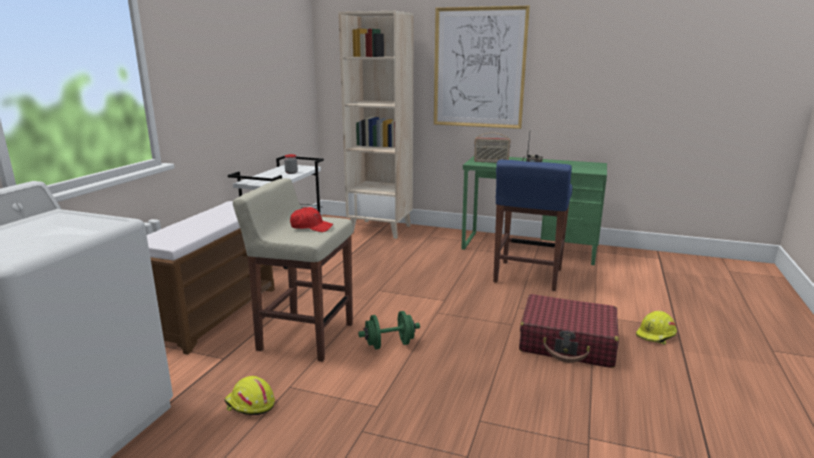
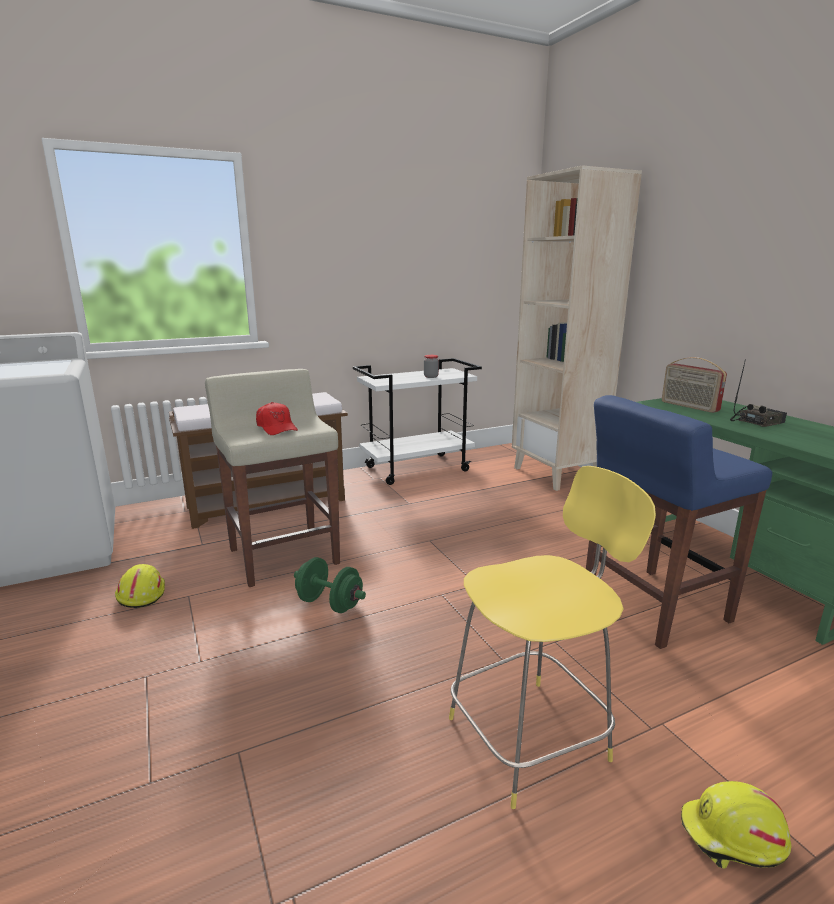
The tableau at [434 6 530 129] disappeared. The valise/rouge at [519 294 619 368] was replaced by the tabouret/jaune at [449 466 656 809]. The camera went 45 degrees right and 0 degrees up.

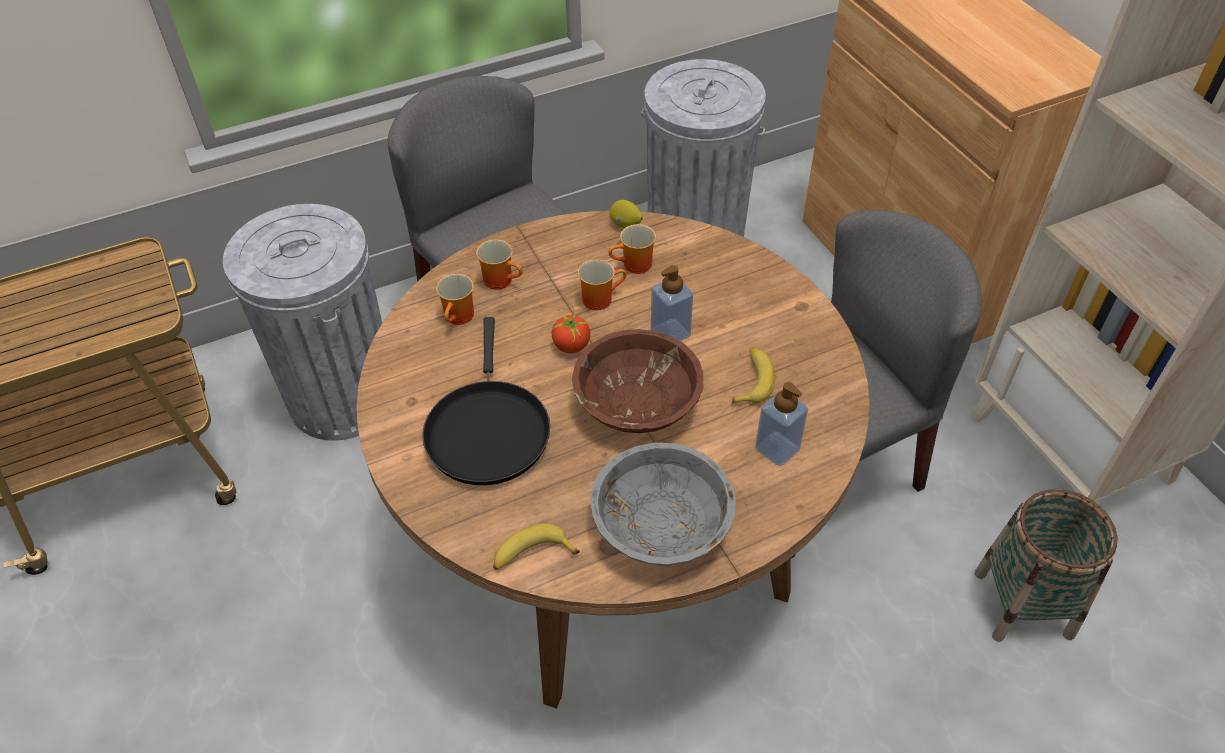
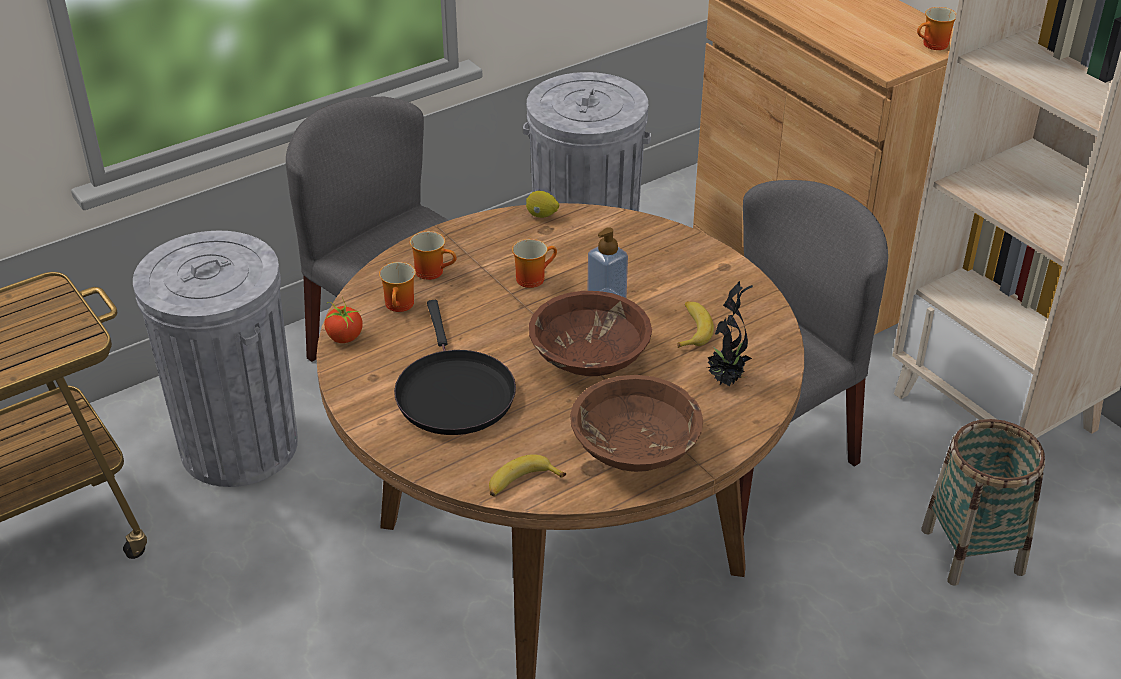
The tomate moved from [551 305 590 353] to [324 297 363 343]. The bol/gris at [590 443 736 566] became the bol/marron at [570 375 703 472]. The mug moved from [609 224 656 274] to [917 7 957 50]. The distributeur de savon at [755 382 808 466] was replaced by the plante en pot at [707 281 753 386]. The camera went 10 degrees left and 10 degrees down.

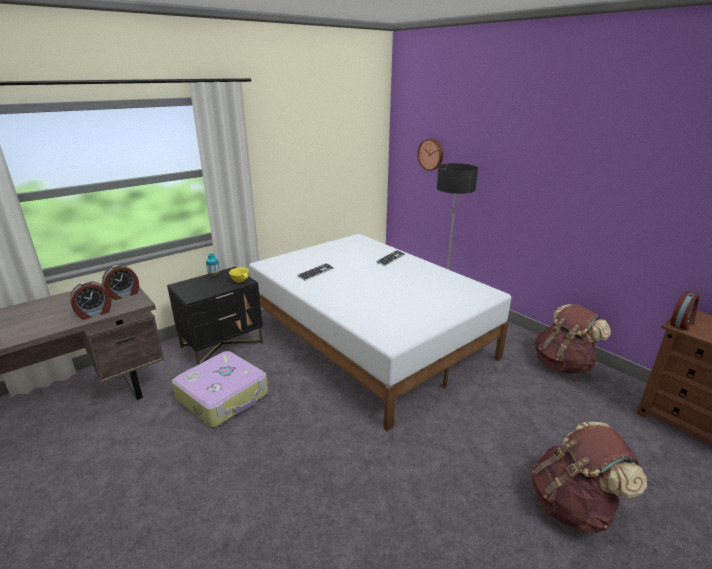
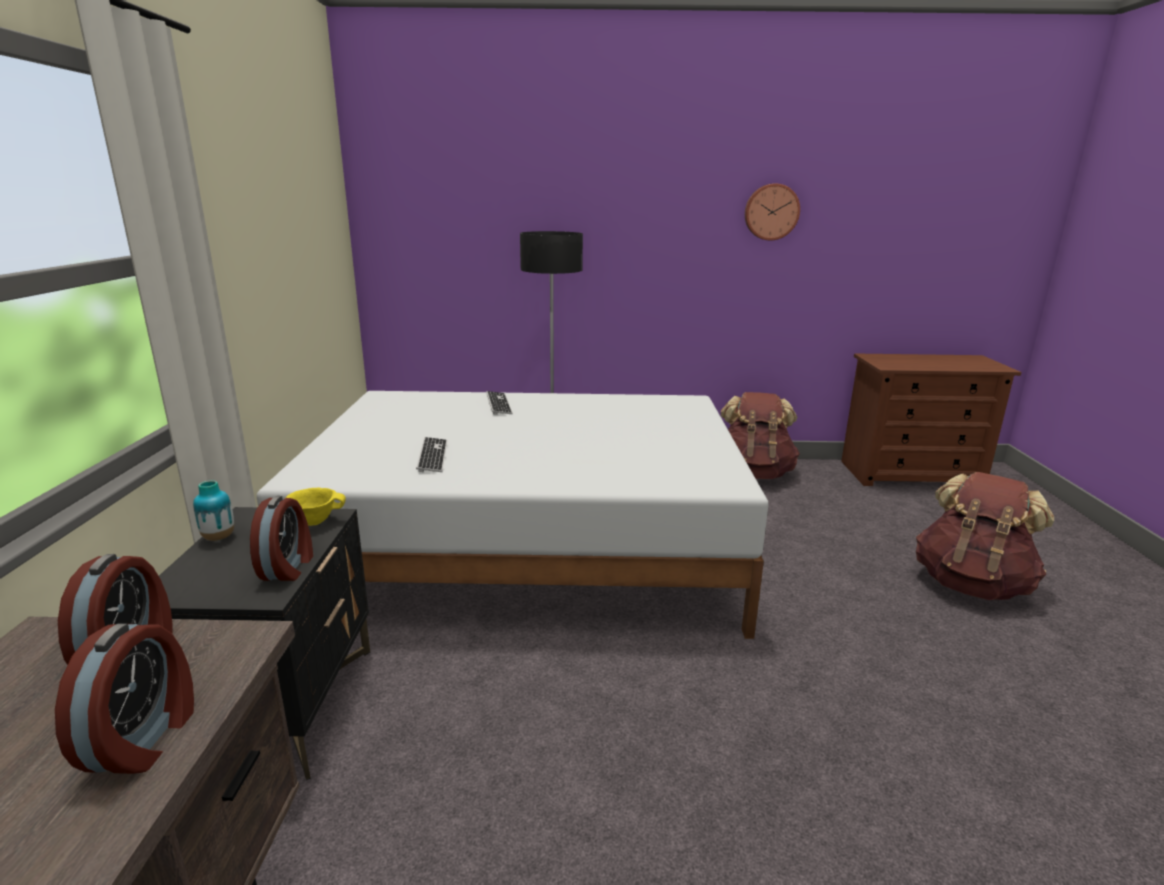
The valise at [172 351 268 427] disappeared. The horloge murale moved from [417 138 443 171] to [745 184 800 240]. The réveil moved from [670 291 699 330] to [250 496 313 581]. The camera went 50 degrees left and 5 degrees down.

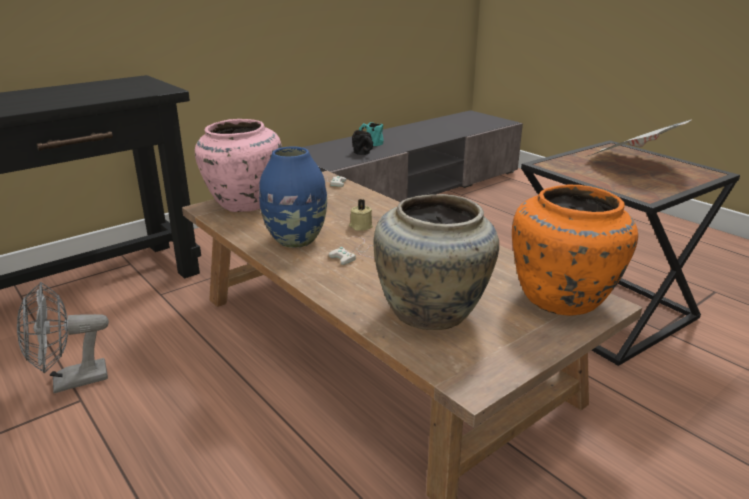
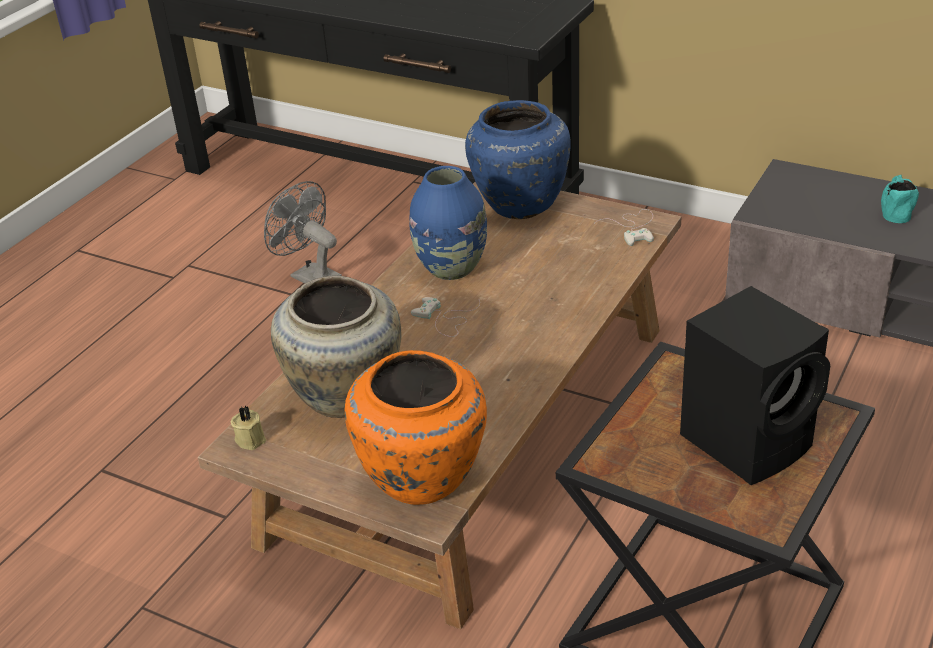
The vase/rose at [195 119 282 212] became the vase/bleu at [465 100 571 219]. The bougie/beige moved from [349 199 373 231] to [231 406 266 450]. The mug/noir at [352 130 373 155] disappeared. The journal at [586 120 691 157] was replaced by the enceinte/noir at [680 286 830 485]. The camera went 70 degrees right and 10 degrees up.

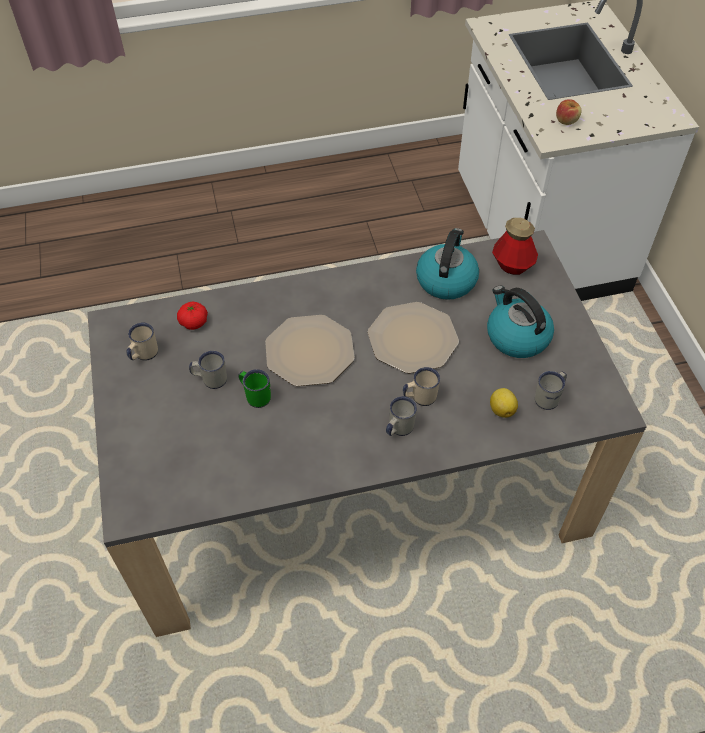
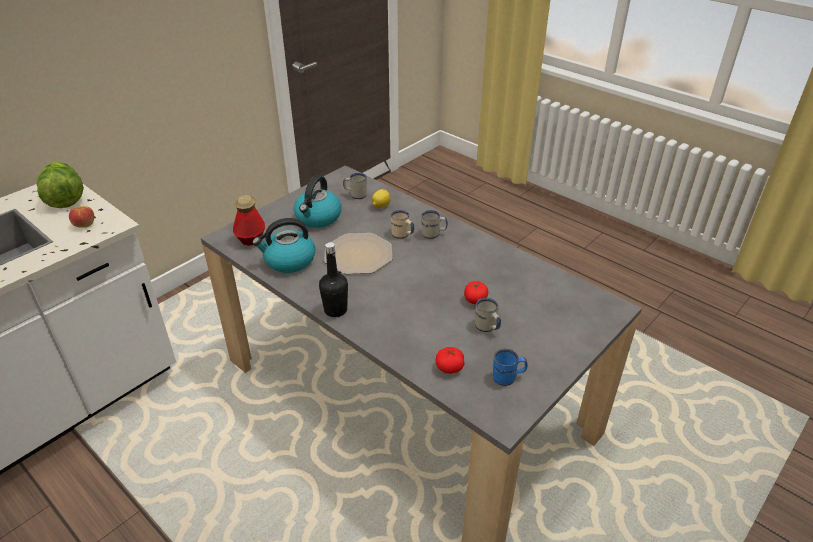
The mug/beige at [126 323 158 360] became the mug/bleu at [493 348 528 386]. The mug/vert at [238 369 271 408] was replaced by the tomate at [464 281 488 304]. The assiette at [265 315 355 386] disappeared. The laitue at [37 162 84 208] appeared. The bouteille/noir at [319 242 348 317] appeared. The camera went 125 degrees left and 15 degrees down.

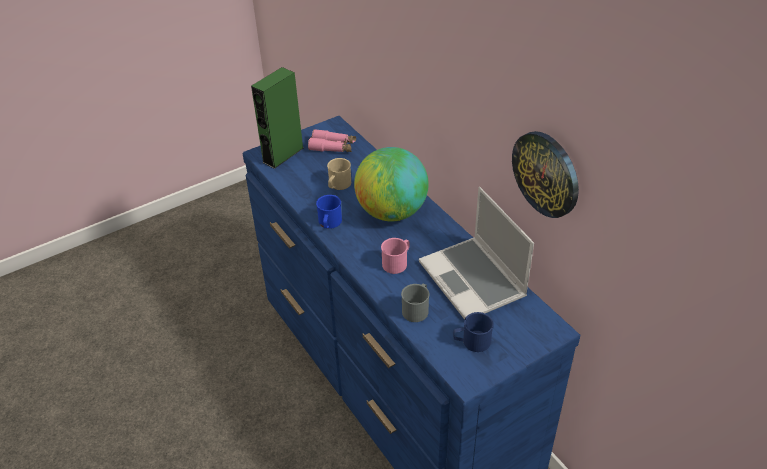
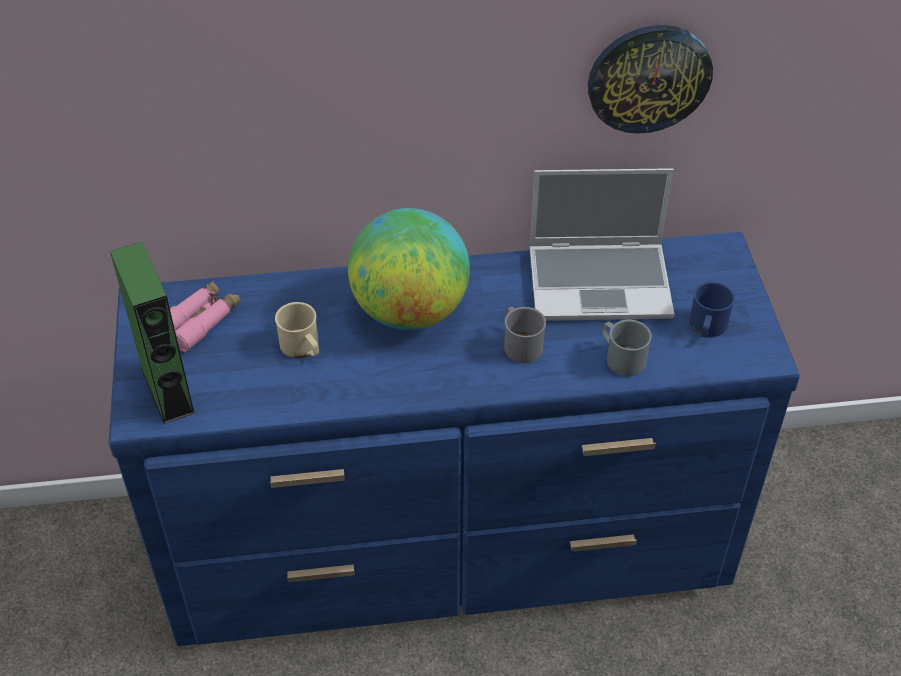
The mug/bleu at [316 195 342 229] disappeared. The mug/rose at [381 238 410 274] became the mug/gris at [504 307 546 363]. The camera went 65 degrees left and 5 degrees up.

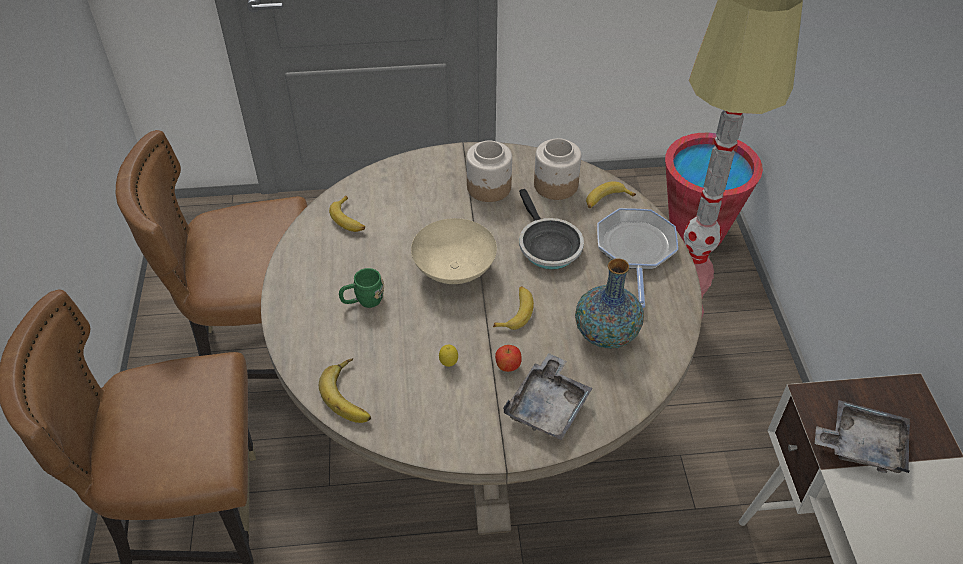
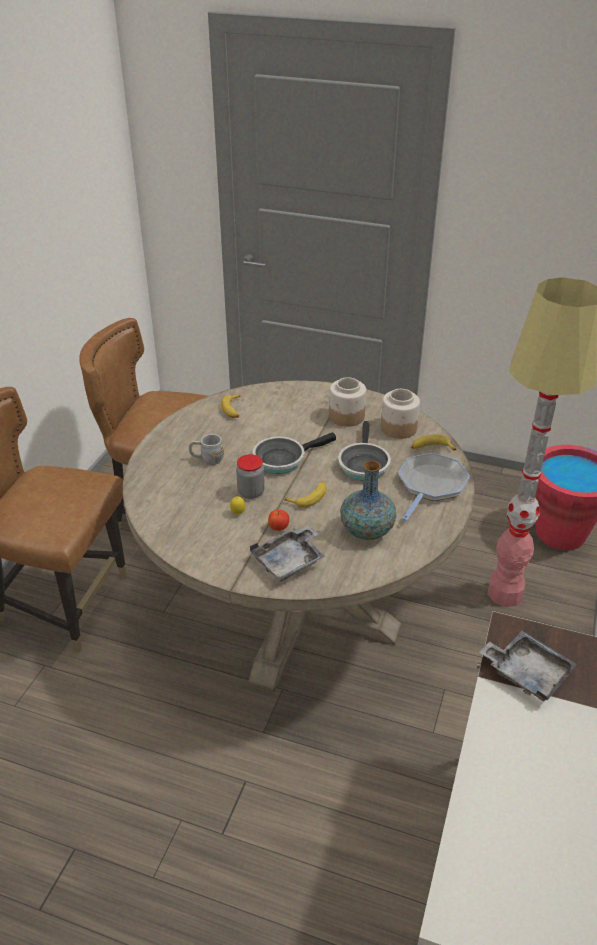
The banane at [319 358 371 423] disappeared. The mug/vert at [339 268 384 308] became the mug/gris at [189 434 224 465]. The bol/beige at [411 218 497 284] was replaced by the poêle at [253 432 336 474]. The bocal at [236 454 265 499] appeared. The camera went 25 degrees right and 10 degrees down.

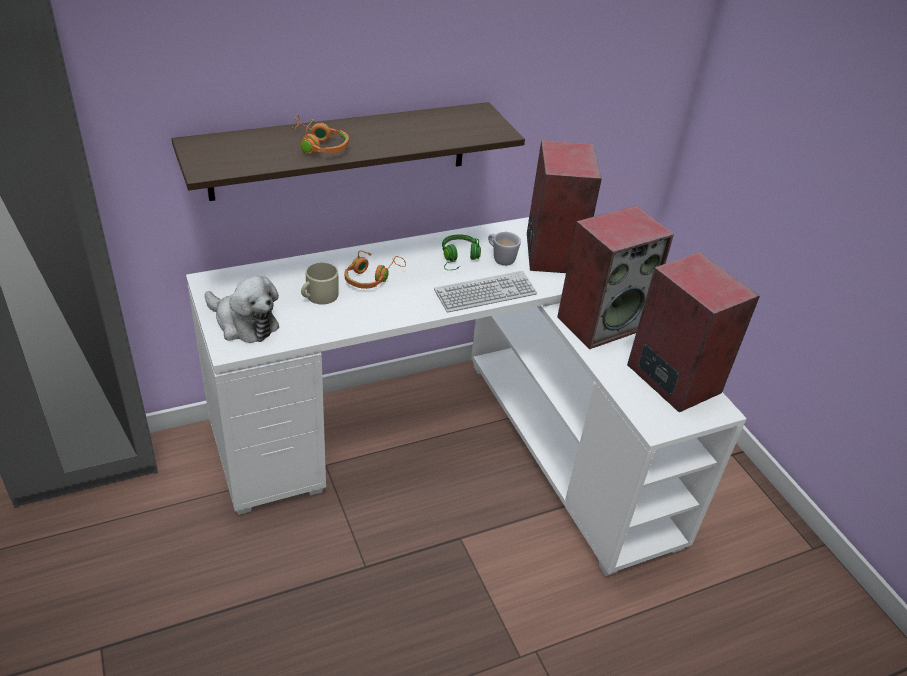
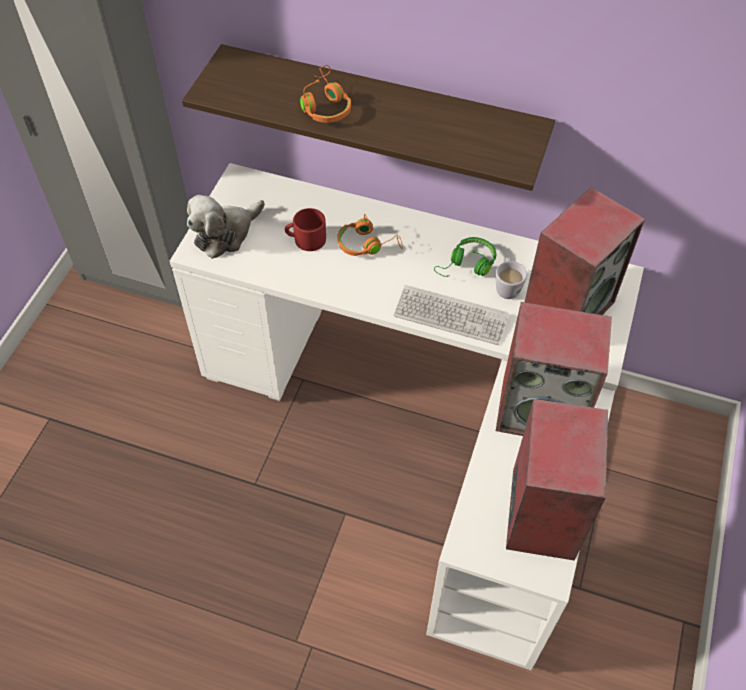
The peluche at [205 276 279 343] turned 60 degrees clockwise. The mug/beige at [301 263 339 305] became the mug/rouge at [285 208 326 251]. The camera went 45 degrees right and 15 degrees up.

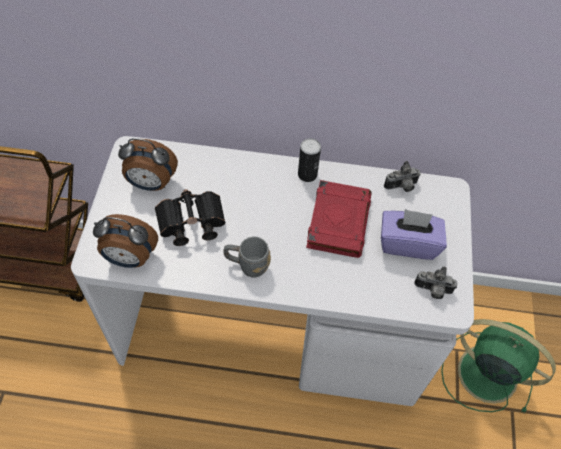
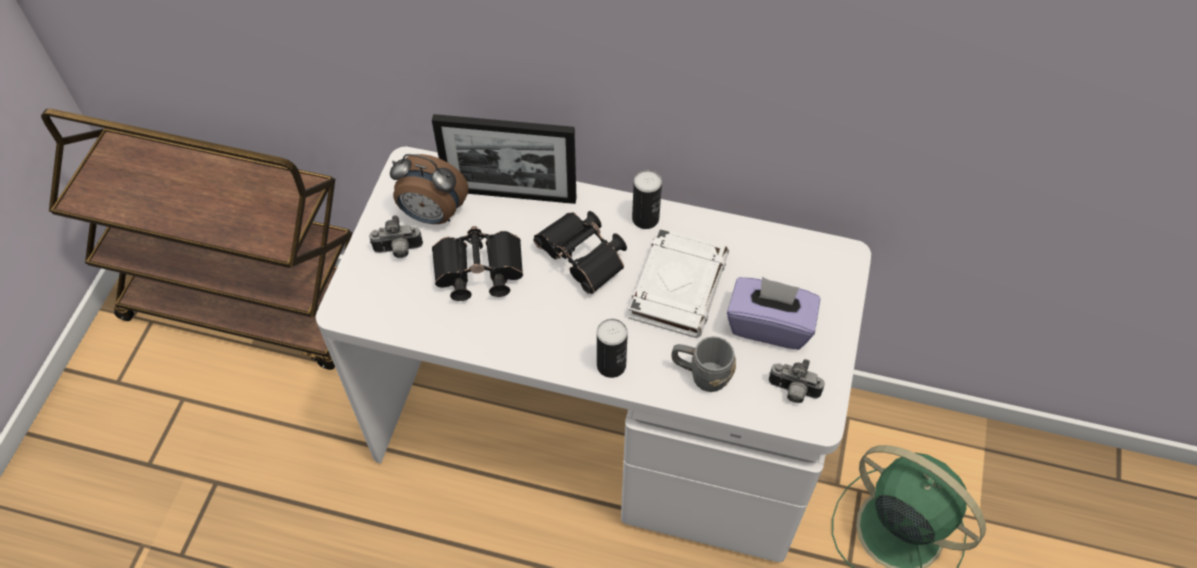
The réveil at [93 214 158 268] disappeared. The mug/gris moved from [223 236 271 278] to [671 336 736 392]. The livre/rouge at [306 180 372 258] became the livre/blanc at [628 228 729 338]. The appareil photo moved from [384 161 421 192] to [369 215 423 258]. The cadre photo at [432 114 576 204] appeared. The jumelles/noir at [533 211 627 294] appeared. The boîte métallique at [597 319 628 378] appeared. The camera went 10 degrees right and 0 degrees up.

